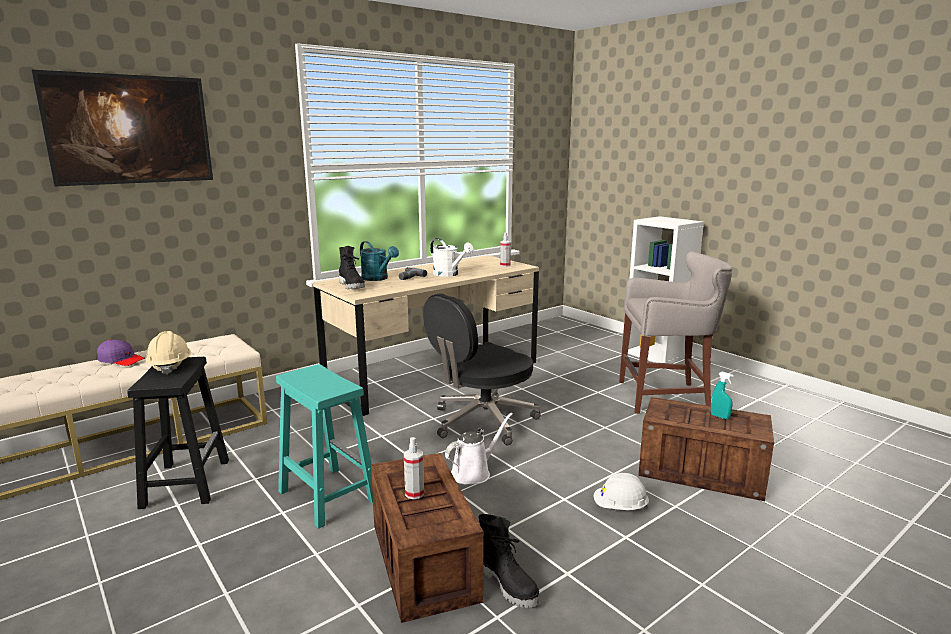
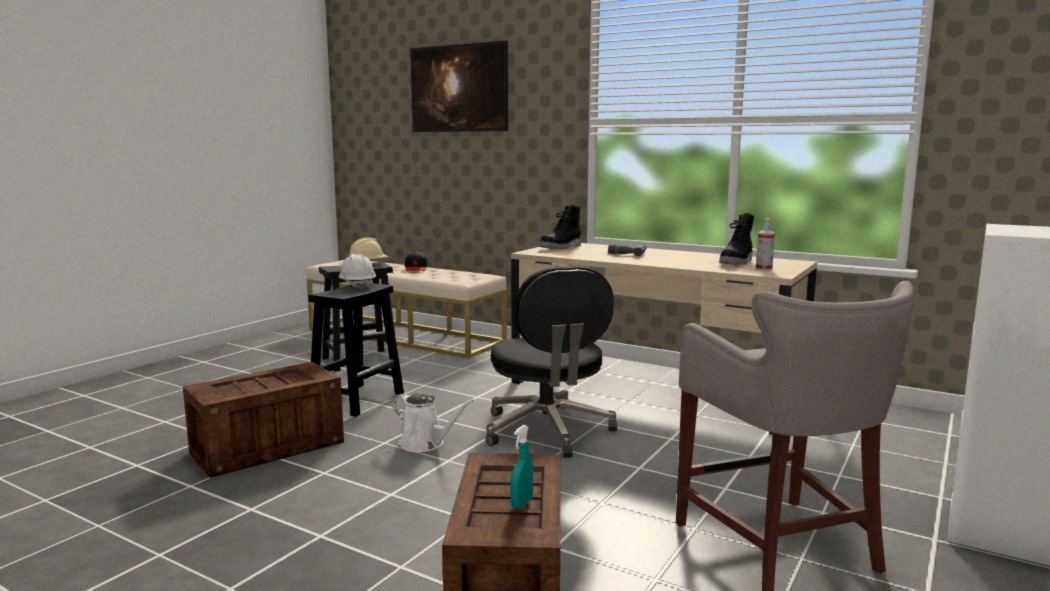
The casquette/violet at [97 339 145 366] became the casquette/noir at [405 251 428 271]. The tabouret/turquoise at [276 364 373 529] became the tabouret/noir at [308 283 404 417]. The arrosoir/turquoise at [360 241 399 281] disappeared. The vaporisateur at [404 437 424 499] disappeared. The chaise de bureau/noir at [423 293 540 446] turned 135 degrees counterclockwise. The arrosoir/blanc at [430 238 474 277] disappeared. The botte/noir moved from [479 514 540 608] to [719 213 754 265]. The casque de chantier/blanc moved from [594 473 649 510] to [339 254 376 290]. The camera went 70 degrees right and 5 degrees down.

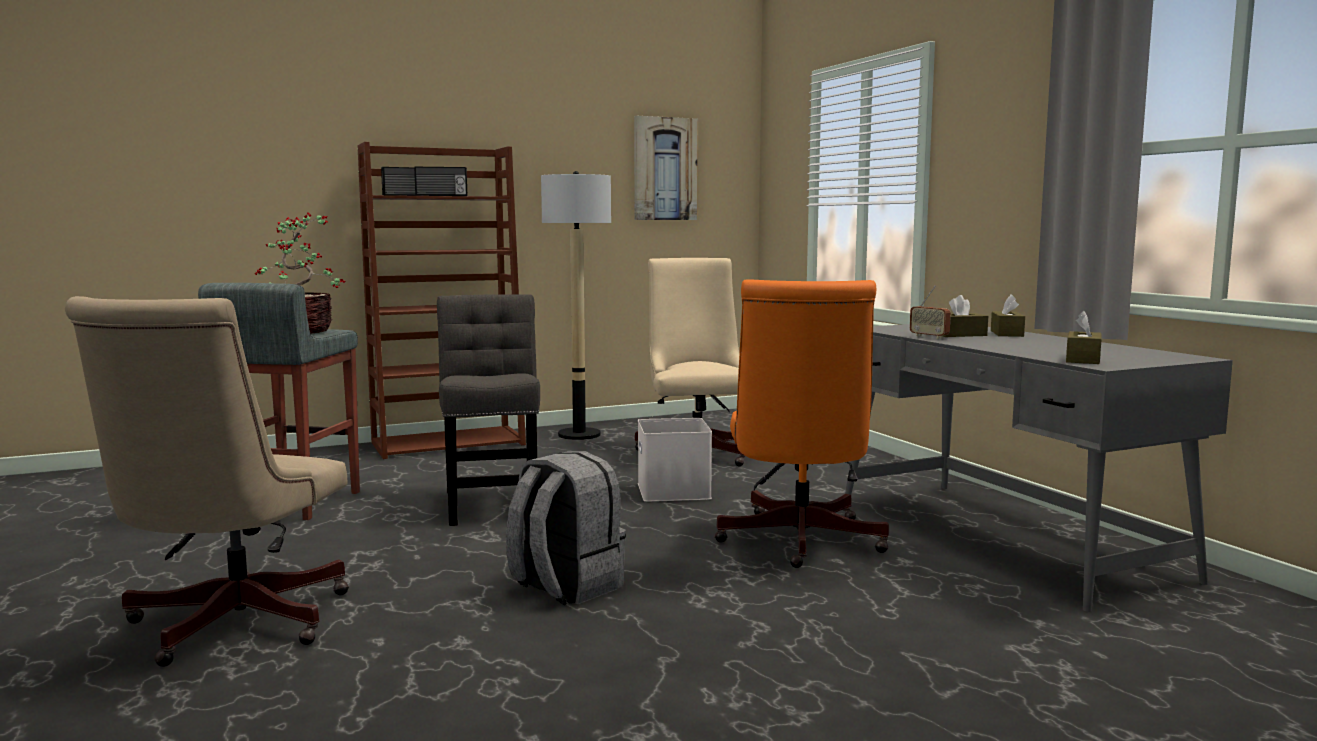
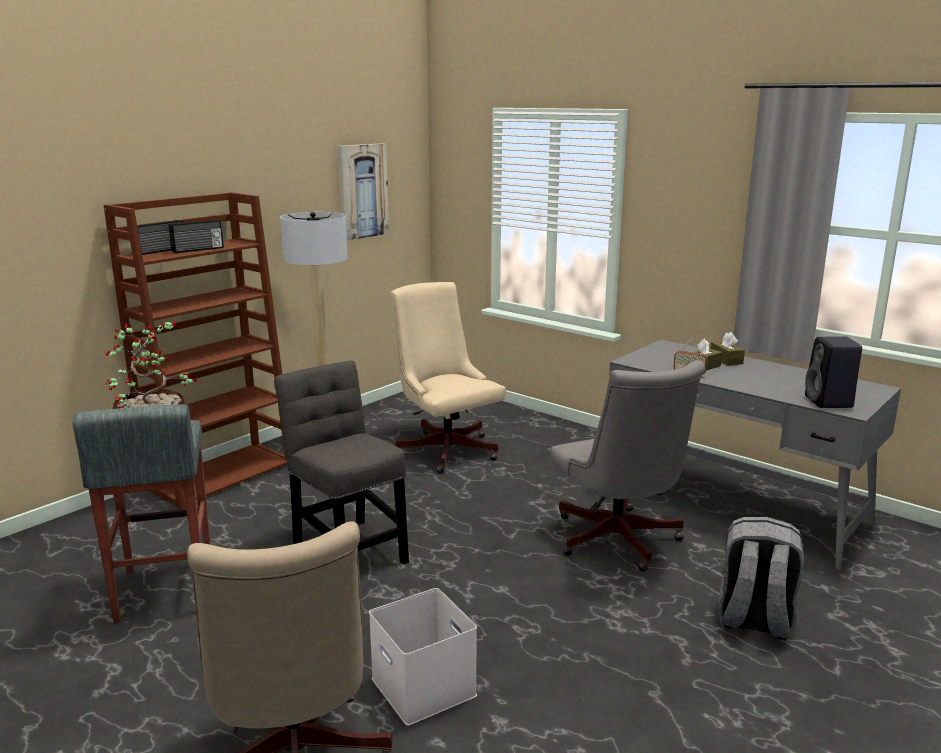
The sac à dos/gris moved from [506 451 626 605] to [719 517 804 640]. The boîte de rangement/blanc moved from [638 418 712 502] to [369 588 477 726]. The chaise de bureau/orange at [714 279 889 568] became the chaise de bureau/gris at [551 360 705 572]. The boîte à mouchoirs/marron at [1066 311 1102 364] was replaced by the enceinte/noir at [805 337 862 408]. The camera went 25 degrees left and 10 degrees up.

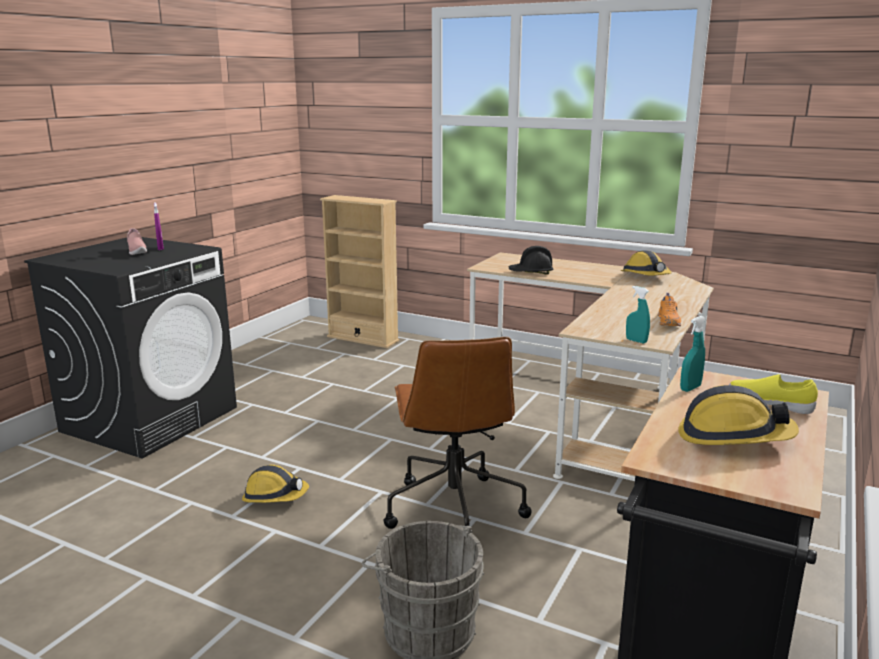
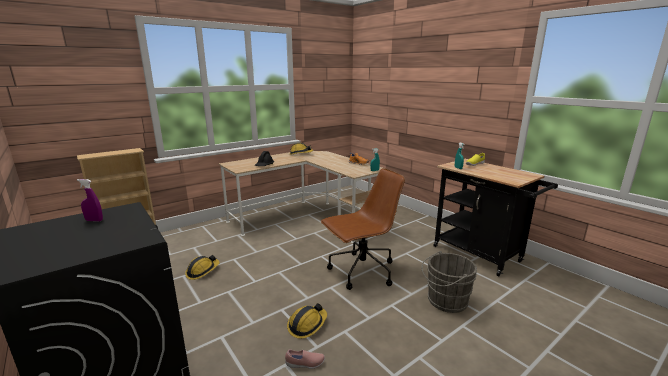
The chaussure/rose moved from [127 228 147 255] to [285 349 325 369]. The chaise de bureau/marron at [384 337 532 529] turned 45 degrees counterclockwise. The casque de chantier moved from [678 385 799 445] to [185 255 220 280]. The camera went 65 degrees left and 0 degrees up.

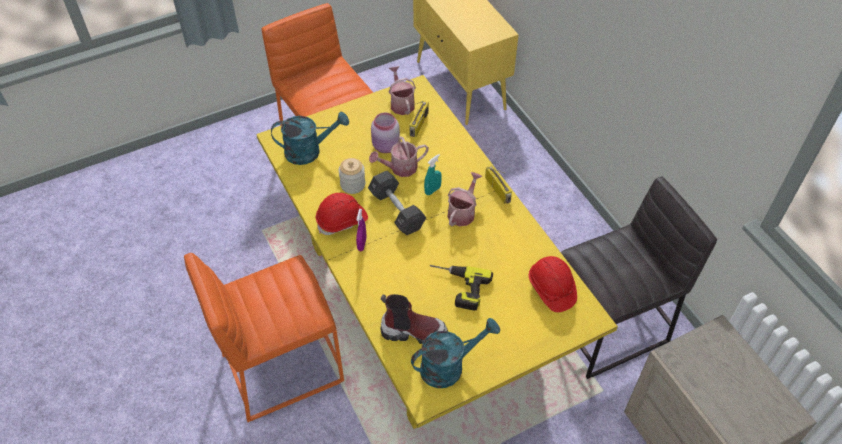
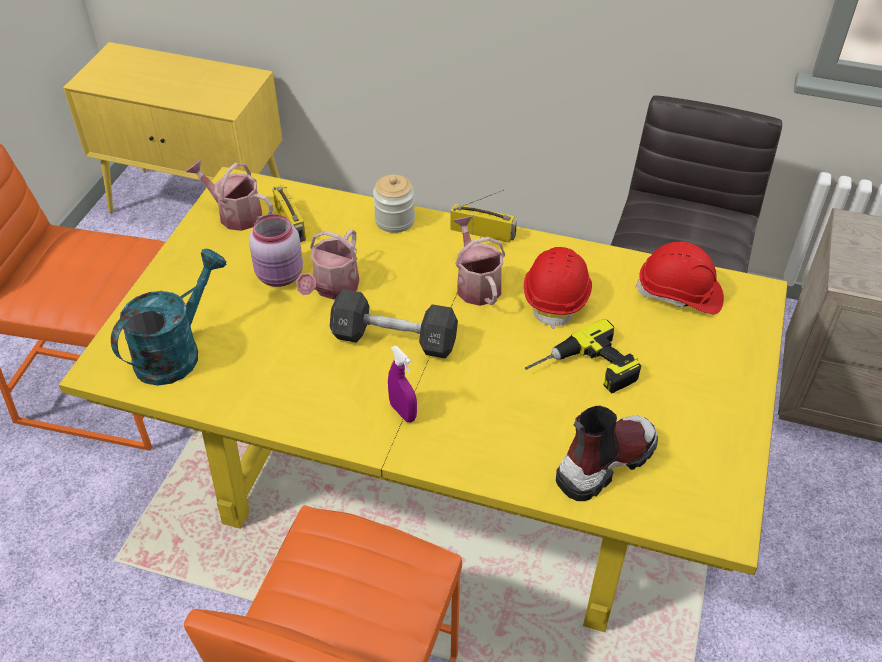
The casque de chantier/rouge moved from [316 193 368 235] to [524 247 592 329]. The bocal moved from [339 158 366 194] to [373 175 415 233]. The arrosoir/turquoise at [411 318 500 388] disappeared. The vaporisateur/turquoise at [424 154 442 195] disappeared. The camera went 45 degrees left and 5 degrees down.

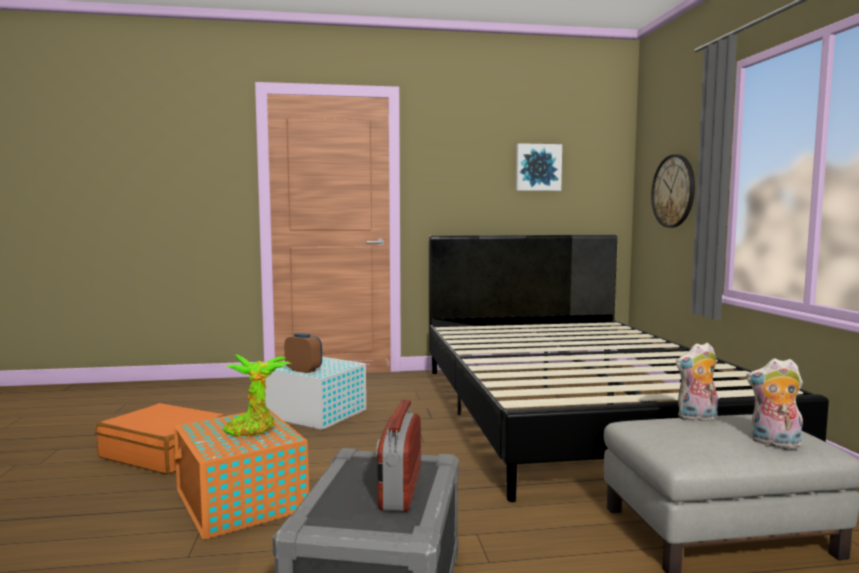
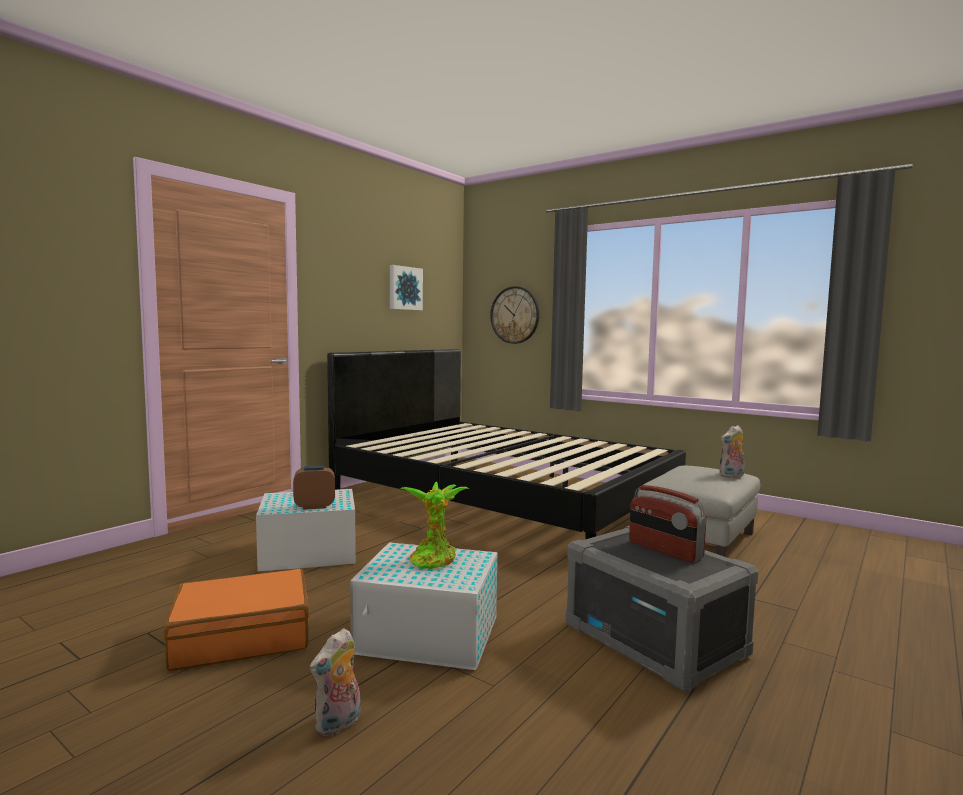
The boîte de rangement/orange at [173 408 309 539] became the boîte de rangement/blanc at [350 542 497 670]. The peluche moved from [676 342 718 421] to [310 628 363 736]. The camera went 45 degrees left and 0 degrees up.

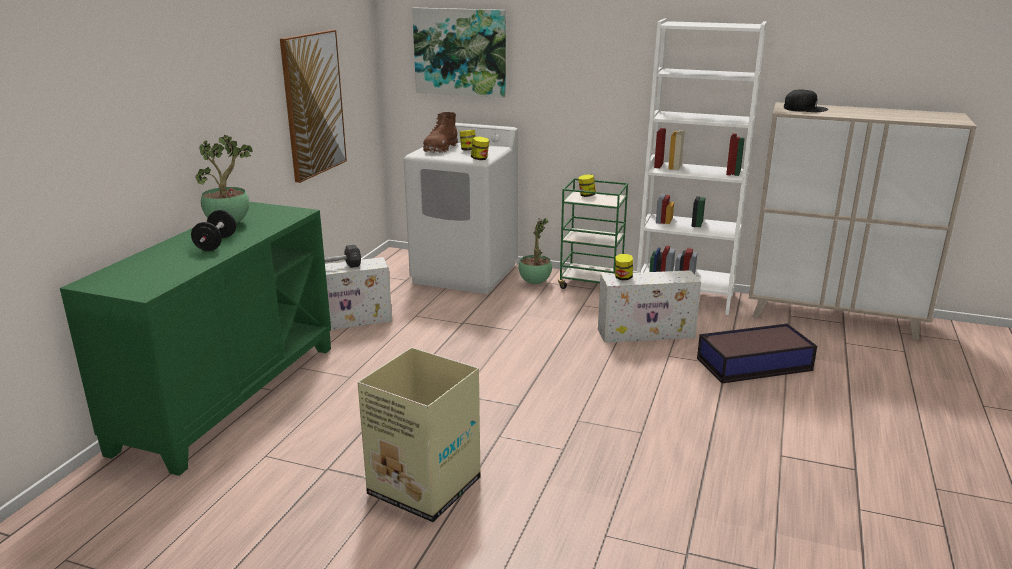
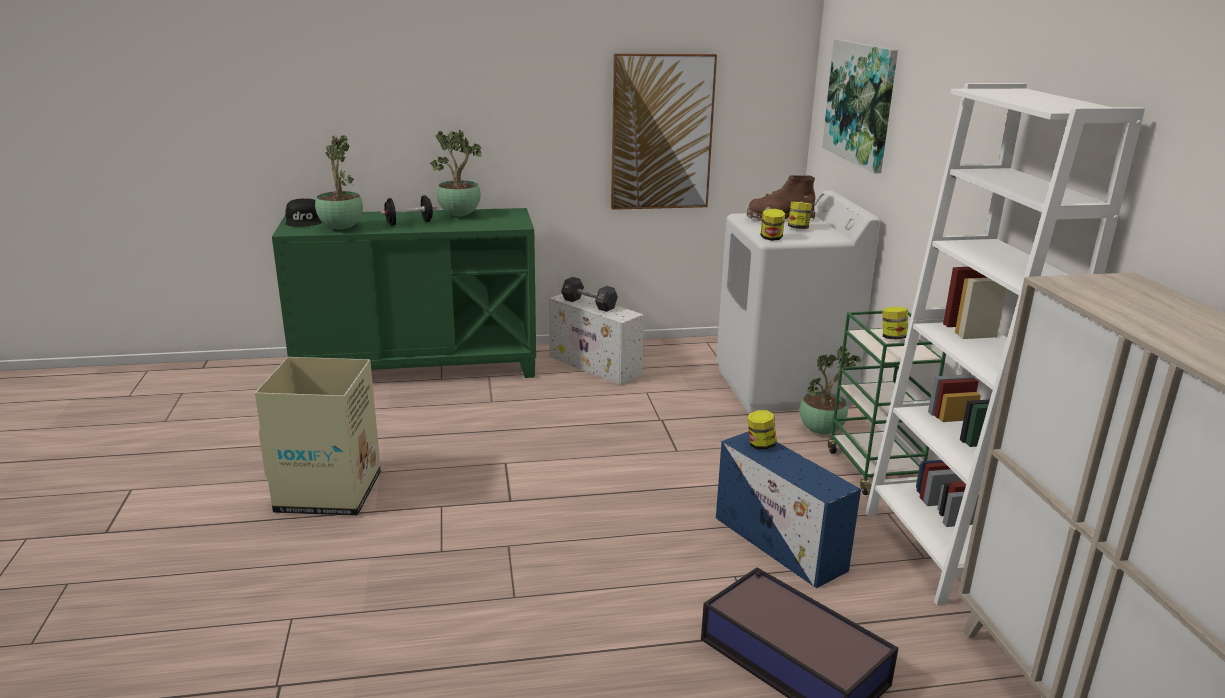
The boîte de rangement/blanc at [598 270 701 343] became the boîte de rangement/bleu at [716 431 861 588]. The casquette/noir moved from [784 89 828 112] to [285 198 322 227]. The plante en pot at [315 135 363 230] appeared. The camera went 60 degrees right and 0 degrees up.

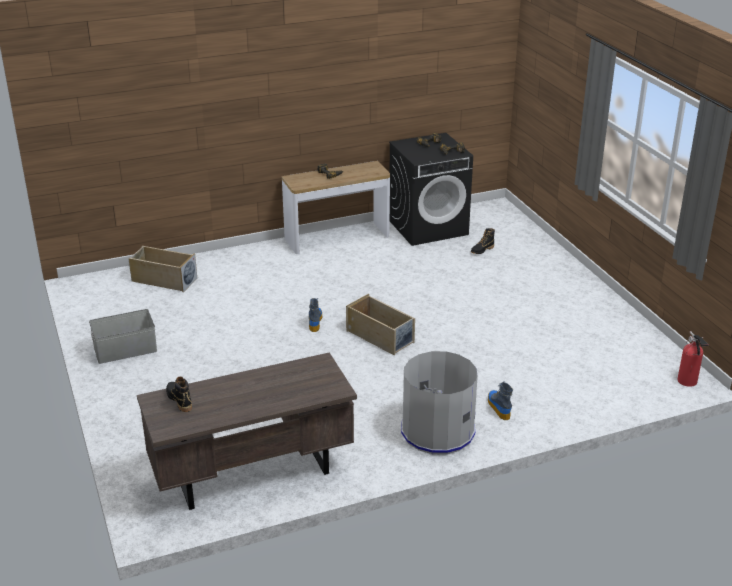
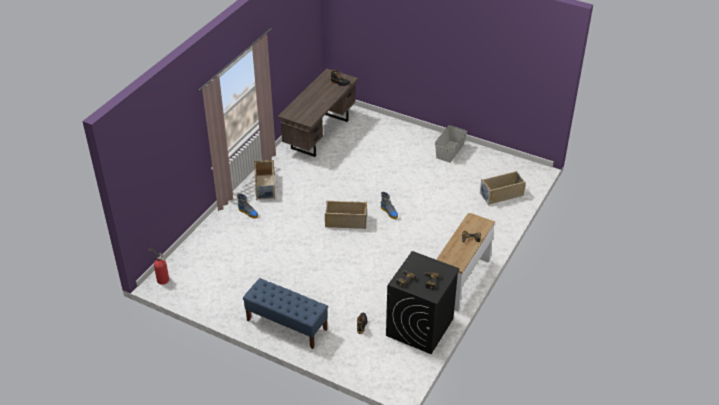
The poubelle/gris at [401 351 478 454] was replaced by the boîte de rangement/beige at [254 160 275 200]. The banc/bleu at [243 278 328 349] appeared. The camera went 140 degrees right and 10 degrees up.

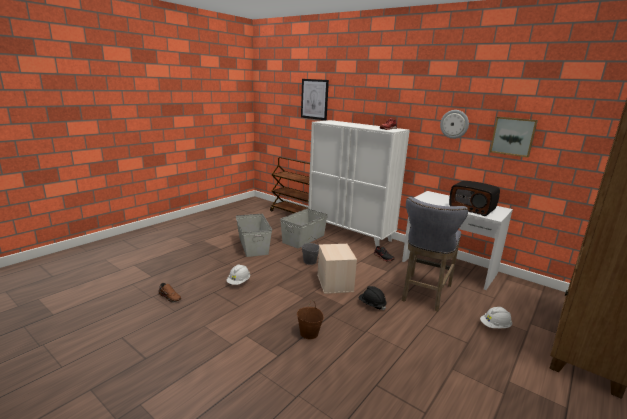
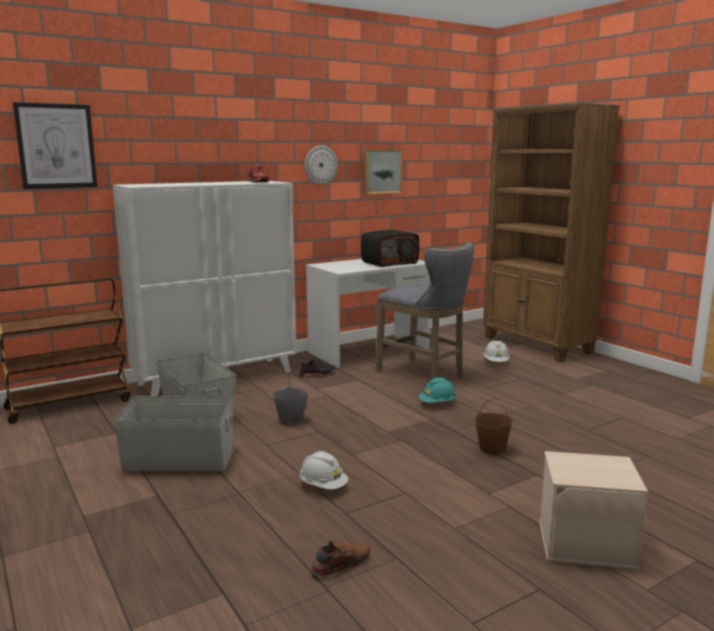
The boîte de rangement/beige moved from [317 244 357 294] to [539 451 648 570]. The casque de chantier/noir at [358 286 387 310] became the casque de chantier/turquoise at [418 377 457 403]. The camera went 70 degrees left and 5 degrees down.

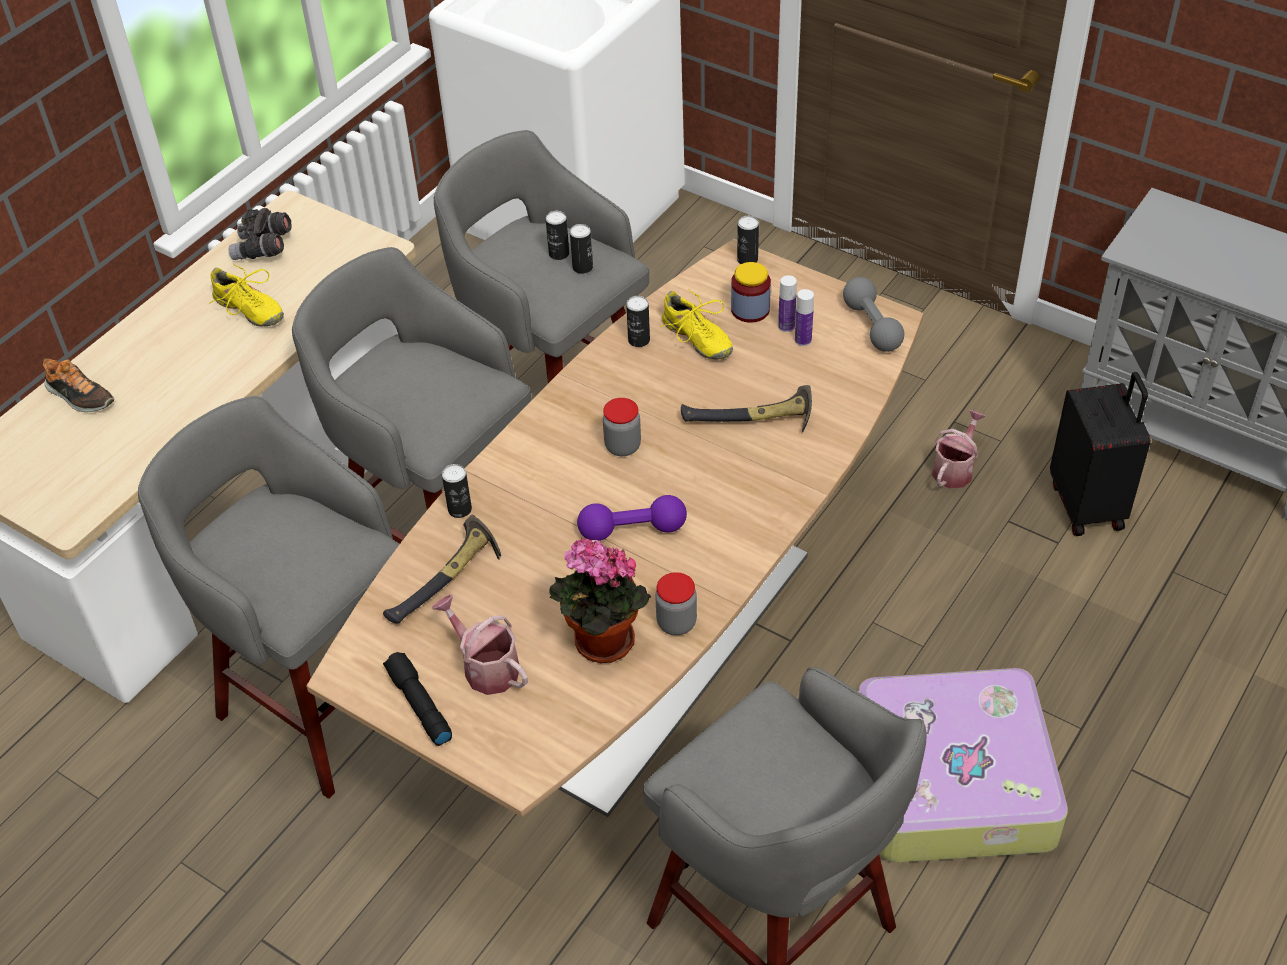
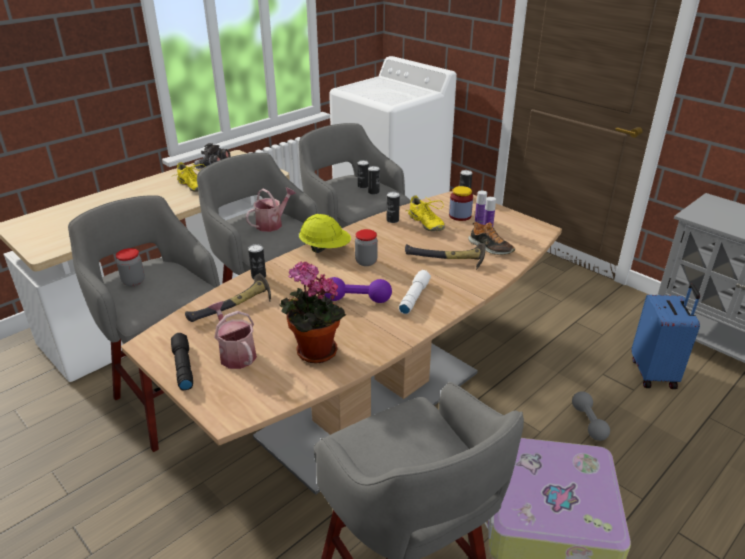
The chaussure moved from [42 358 114 412] to [468 221 515 255]. The bocal moved from [655 572 697 635] to [116 248 145 286]. The haltère/gris moved from [843 277 904 352] to [572 391 610 441]. The arrosoir moved from [932 410 986 489] to [245 187 296 232]. The valise/noir at [1050 372 1150 536] became the valise/bleu at [632 284 700 389]. The casque de chantier/jaune at [299 214 351 253] appeared. The lampe de poche/blanc at [399 270 431 314] appeared. The camera went 10 degrees right and 15 degrees down.

